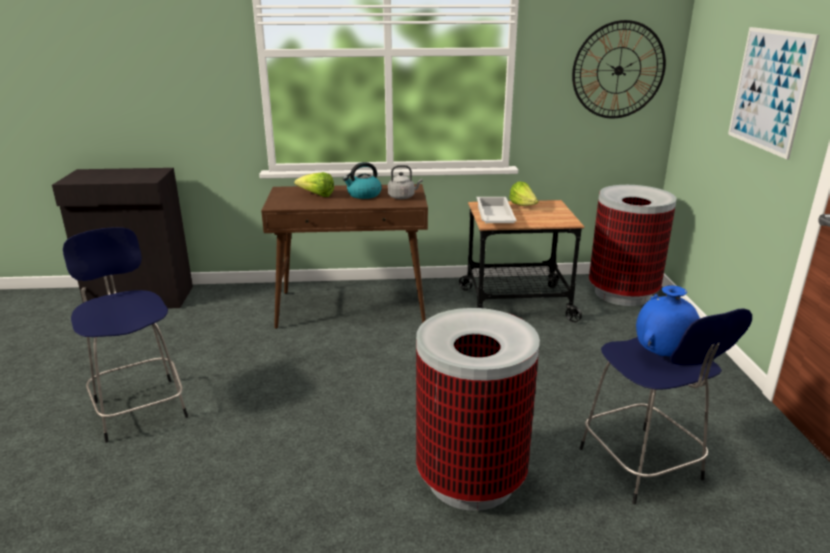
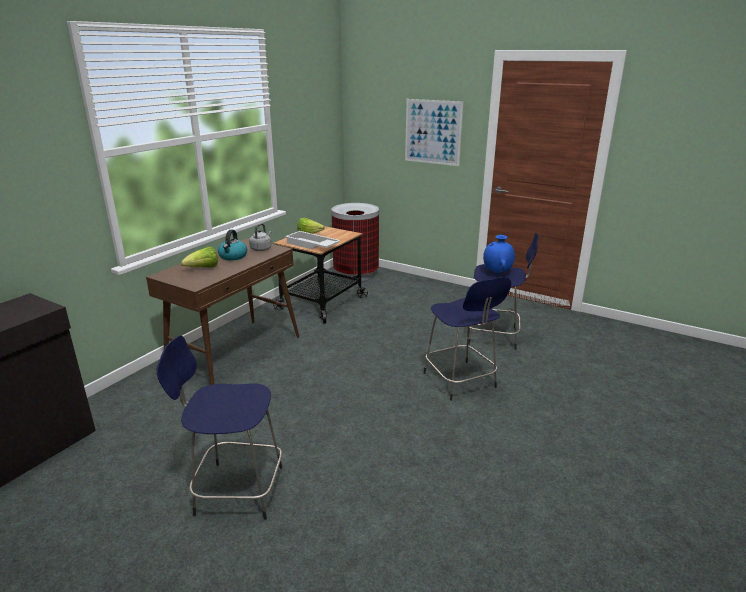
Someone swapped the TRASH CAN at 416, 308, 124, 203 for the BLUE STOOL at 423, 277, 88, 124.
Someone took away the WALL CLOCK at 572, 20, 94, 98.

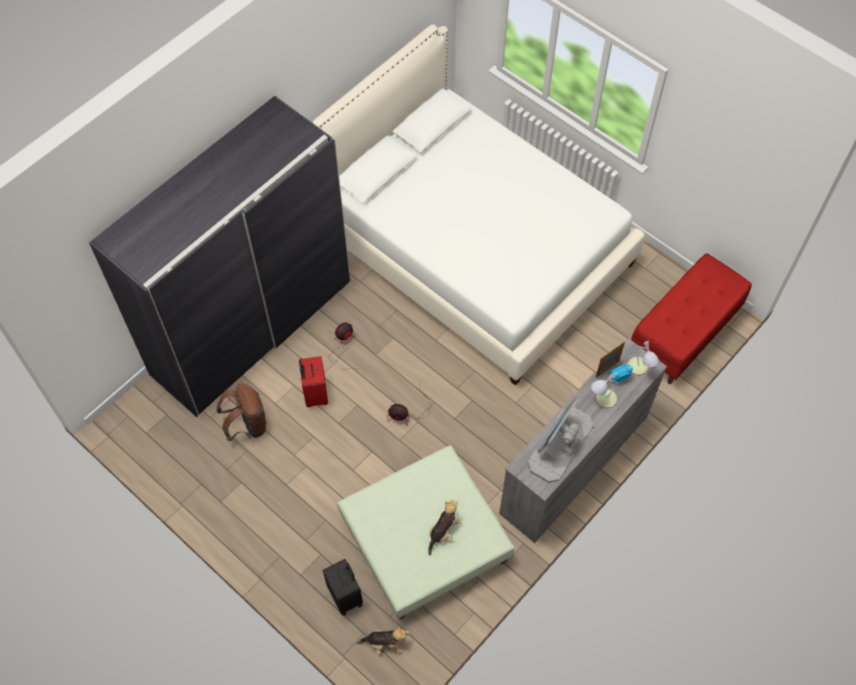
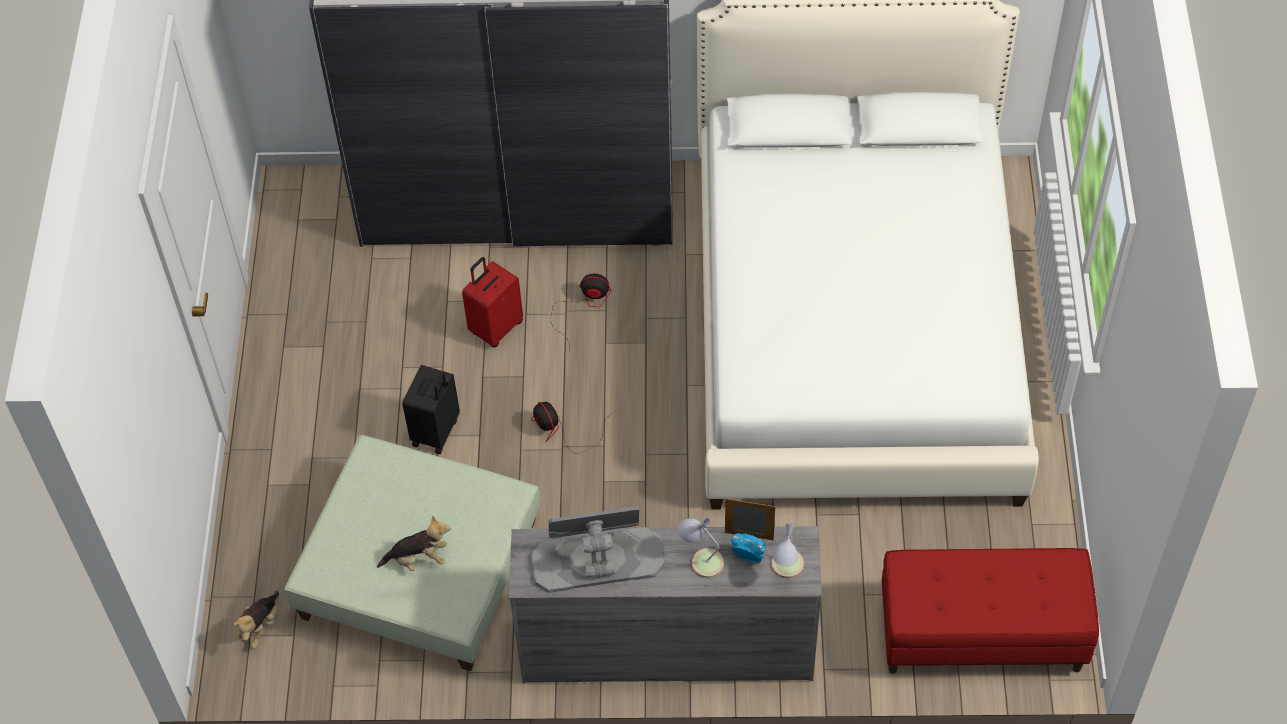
Someone took away the BROWN BACKPACK at 217, 383, 50, 59.
Someone carried the BLACK SUITCASE from 323, 559, 40, 57 to 402, 365, 58, 89.
Someone rotated the PLUSH TOY at 357, 626, 53, 29 by 60 degrees clockwise.

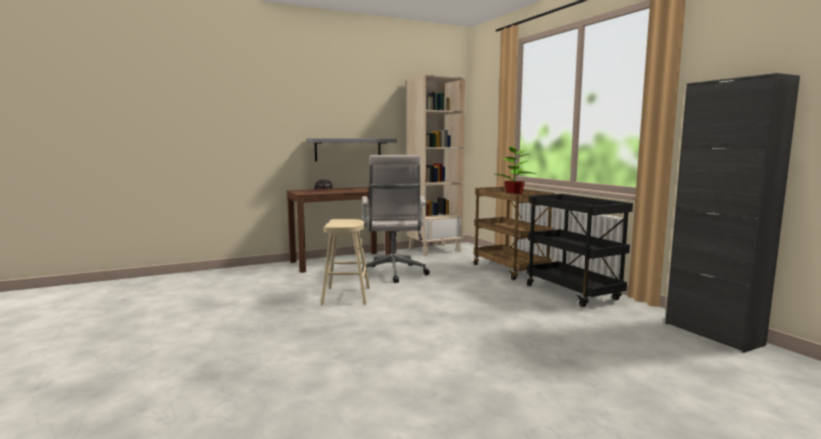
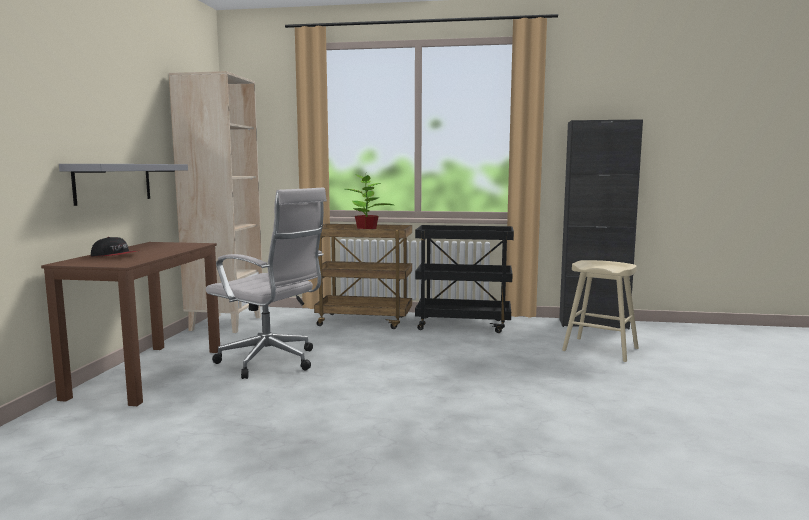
Someone carried the BEIGE STOOL from 321, 219, 49, 86 to 562, 260, 77, 102.

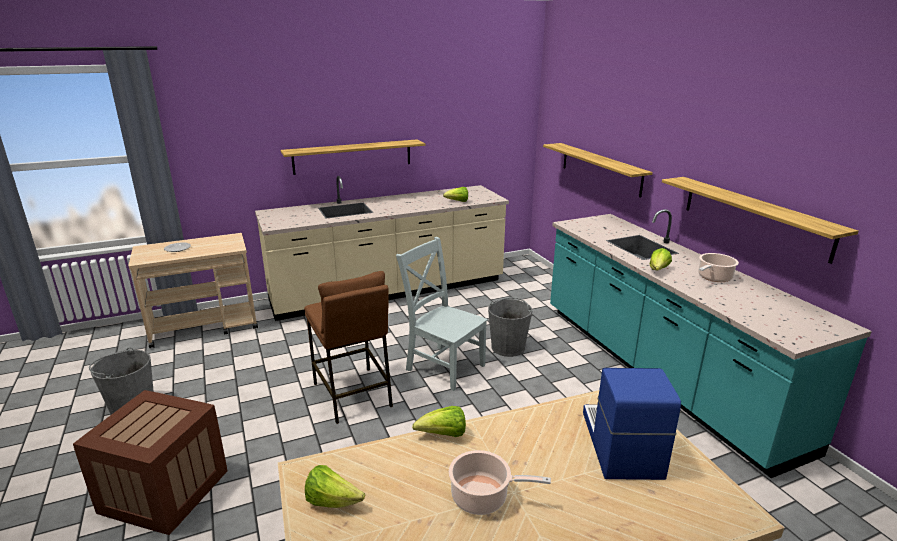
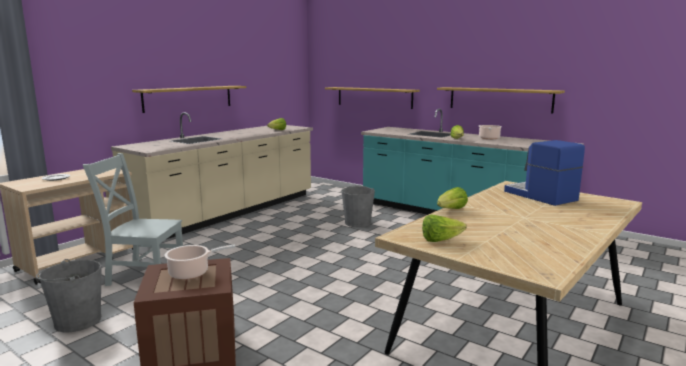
Someone took away the BROWN STOOL at 304, 271, 89, 153.
Someone carried the GREY CHAIR from 396, 237, 92, 154 to 83, 153, 100, 133.
Someone carried the COOKING POT from 449, 450, 102, 65 to 164, 244, 71, 36.

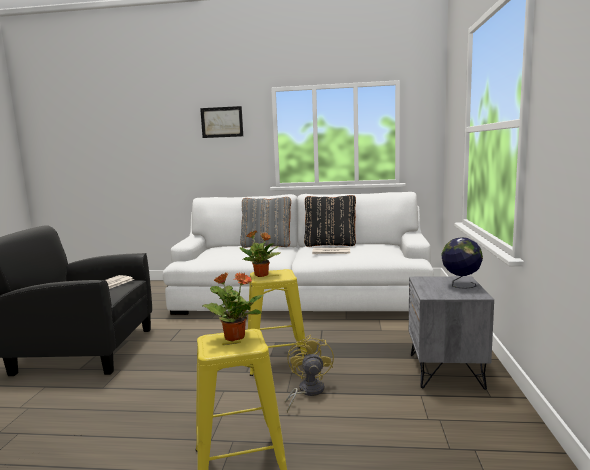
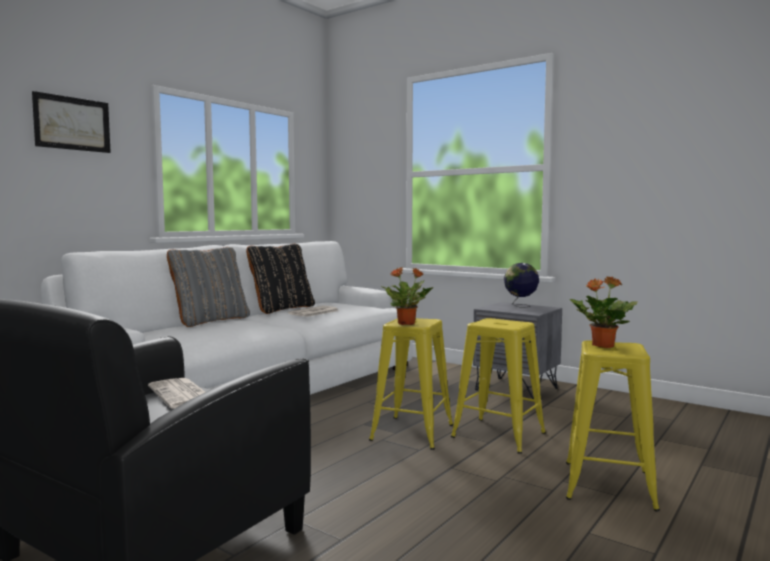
Someone swapped the YELLOW FAN at 285, 335, 49, 78 for the YELLOW STOOL at 451, 318, 95, 136.

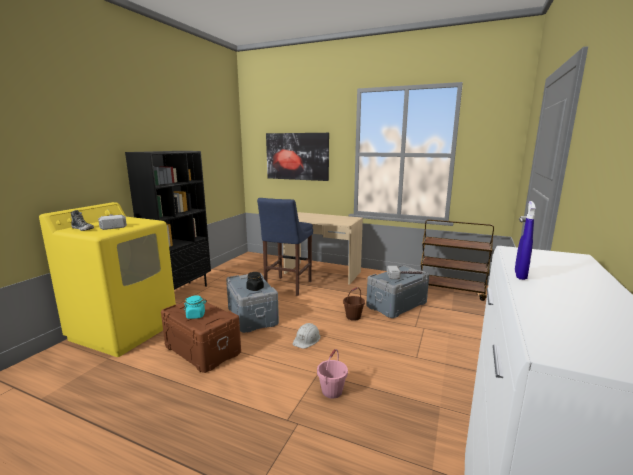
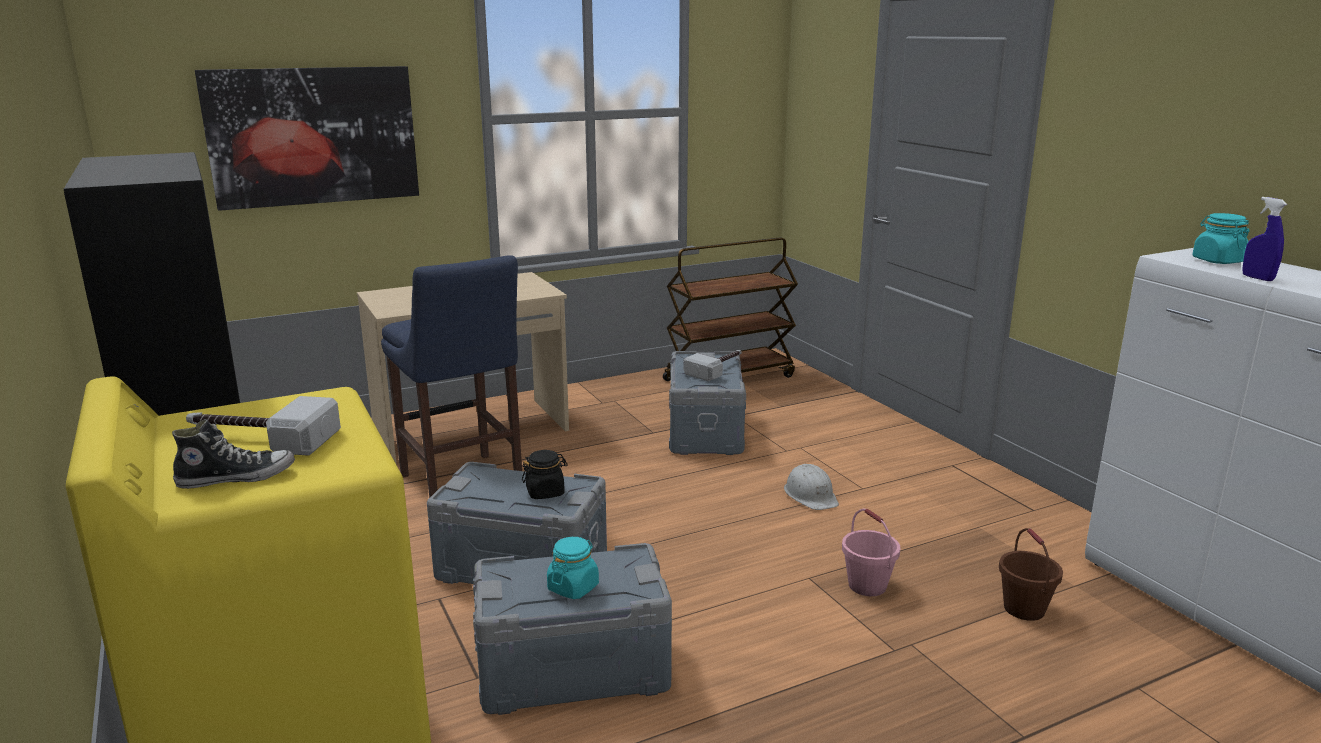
Someone repainted the BROWN STORAGE BOX at 161, 298, 80, 75, which became the GREY STORAGE BOX at 473, 543, 199, 172.
Someone carried the WHITE HARD HAT from 293, 323, 27, 26 to 784, 464, 55, 46.
Someone carried the BROWN BUCKET from 343, 287, 22, 34 to 999, 528, 64, 93.
Someone put down the TURQUOISE JAR at 1192, 213, 57, 51.

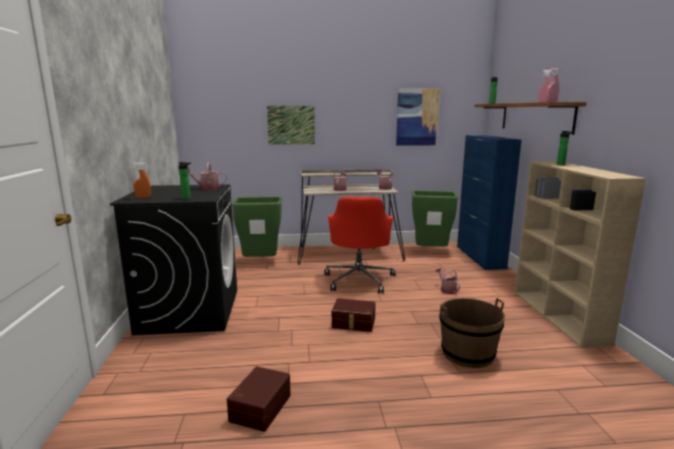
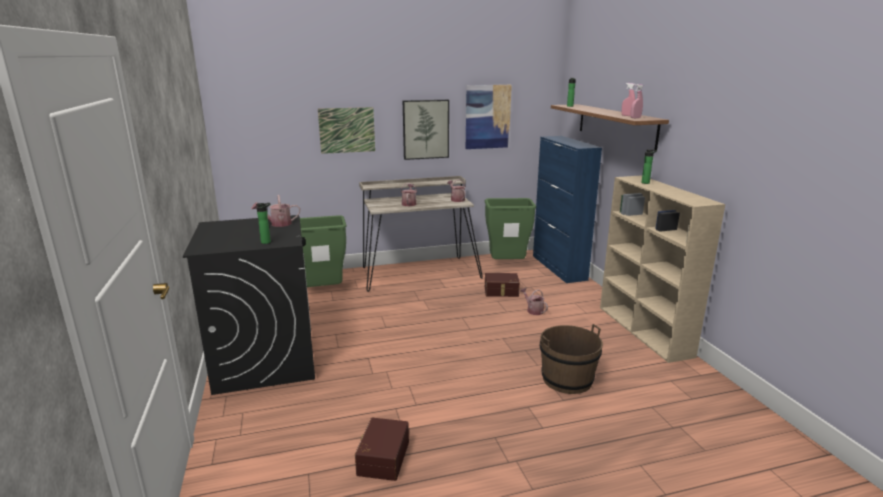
Someone took away the ORANGE SPRAY BOTTLE at 133, 162, 18, 36.
Someone took away the RED OFFICE CHAIR at 325, 197, 70, 96.
Someone carried the BROWN STORAGE BOX from 331, 298, 45, 34 to 485, 273, 35, 24.
Someone put up the PICTURE at 403, 100, 46, 60.

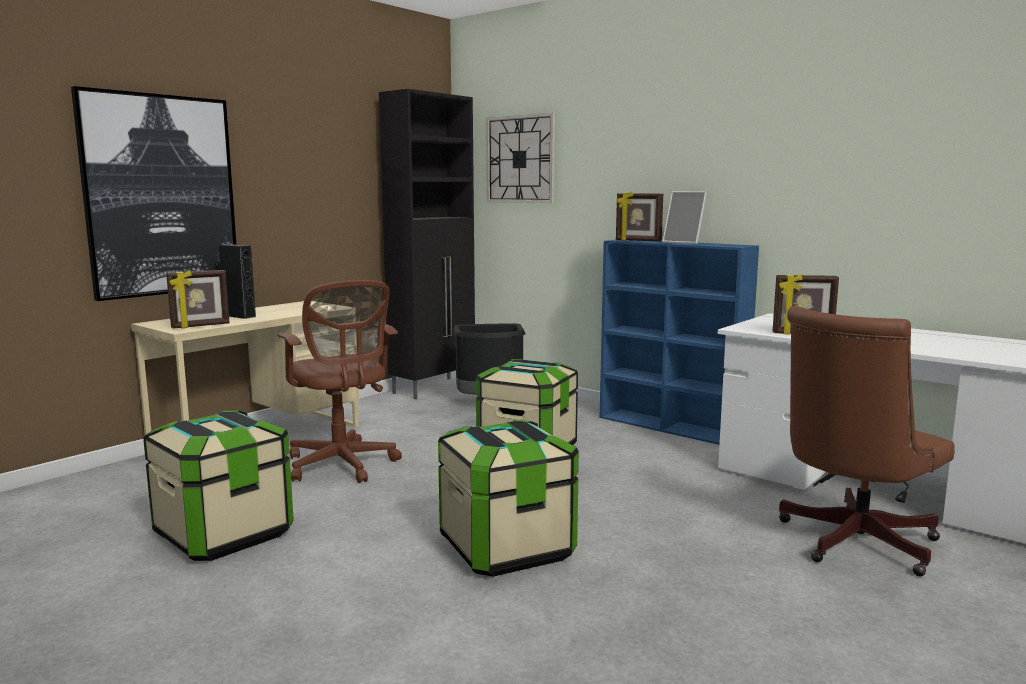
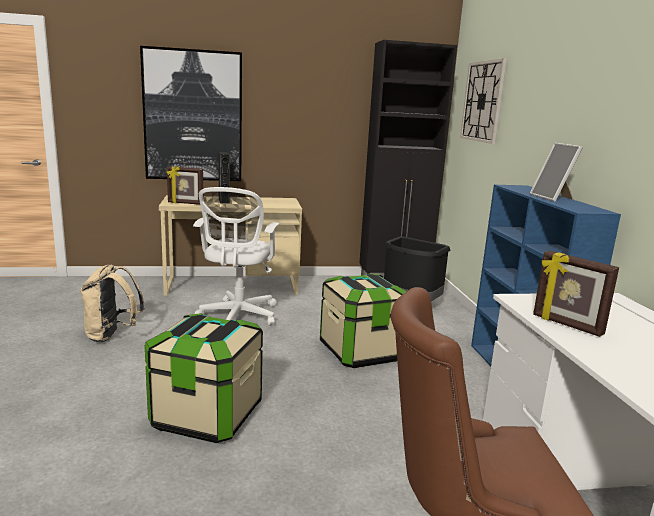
Someone swapped the STORAGE BOX at 143, 411, 151, 150 for the BEIGE BACKPACK at 80, 265, 65, 77.
Someone repainted the BROWN OFFICE CHAIR at 278, 280, 124, 203, which became the WHITE OFFICE CHAIR at 193, 187, 86, 139.
Someone took away the PICTURE FRAME at 616, 191, 47, 50.

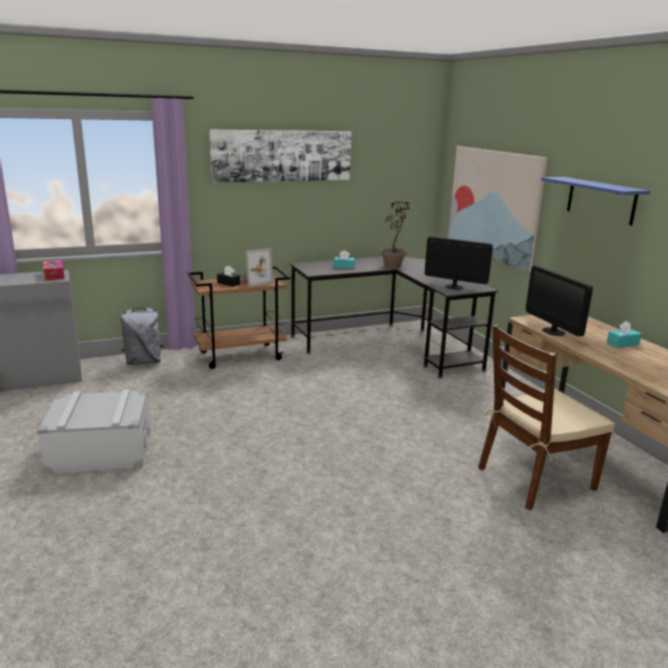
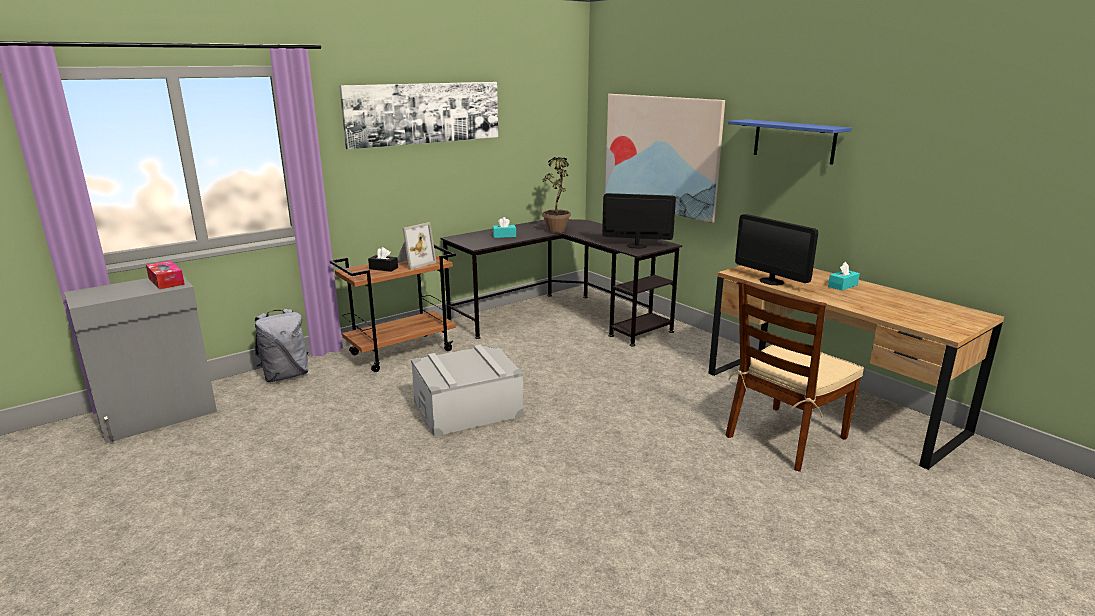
Someone carried the GREY STORAGE BOX from 37, 389, 114, 85 to 411, 344, 113, 93.

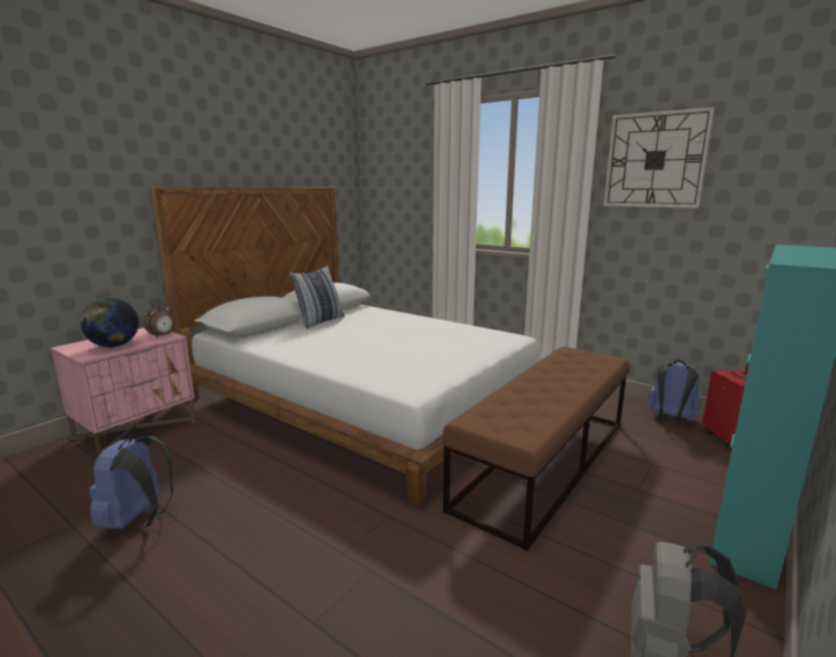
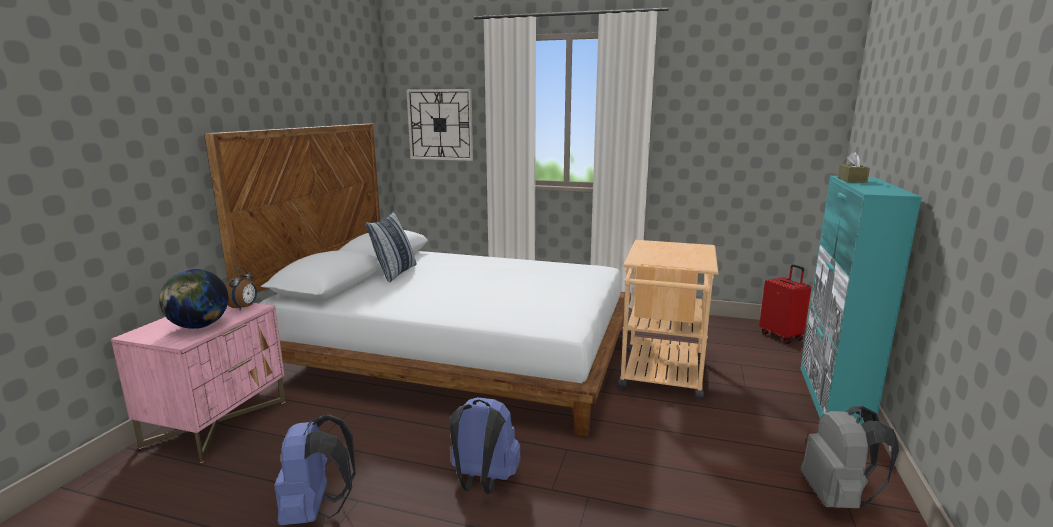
Someone swapped the BROWN BENCH at 442, 347, 188, 204 for the BEIGE CART at 618, 240, 100, 160.
Someone carried the WALL CLOCK from 604, 107, 111, 101 to 406, 89, 67, 72.
Someone carried the BLUE BACKPACK from 648, 360, 53, 66 to 449, 397, 71, 97.
Someone put down the BROWN TISSUE BOX at 838, 152, 32, 31.

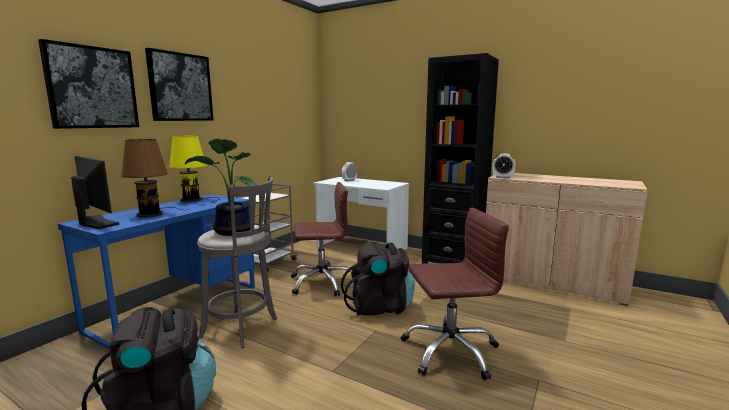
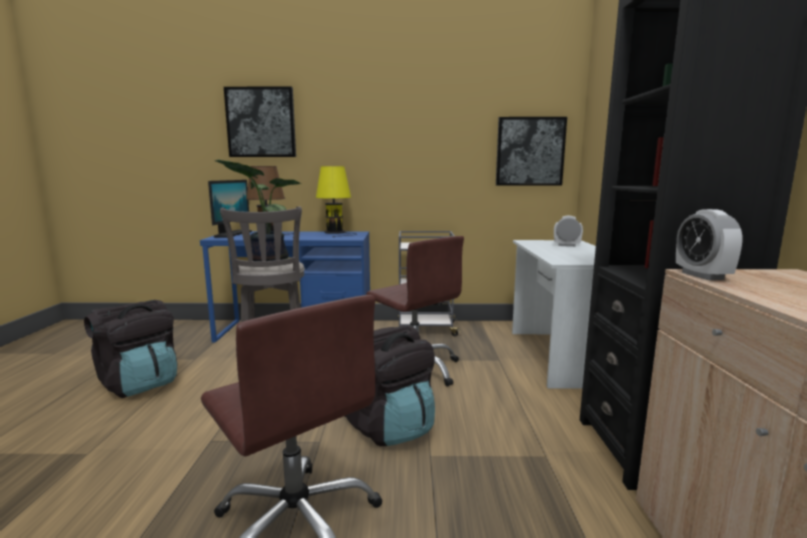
Someone carried the PICTURE from 145, 48, 69, 73 to 496, 117, 71, 69.

